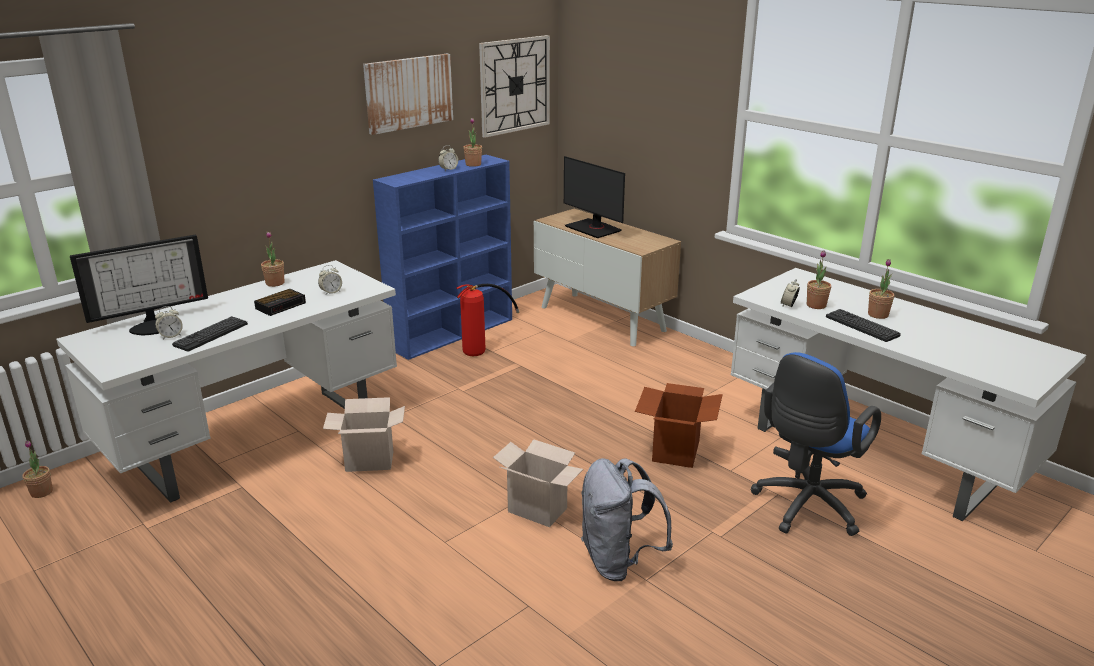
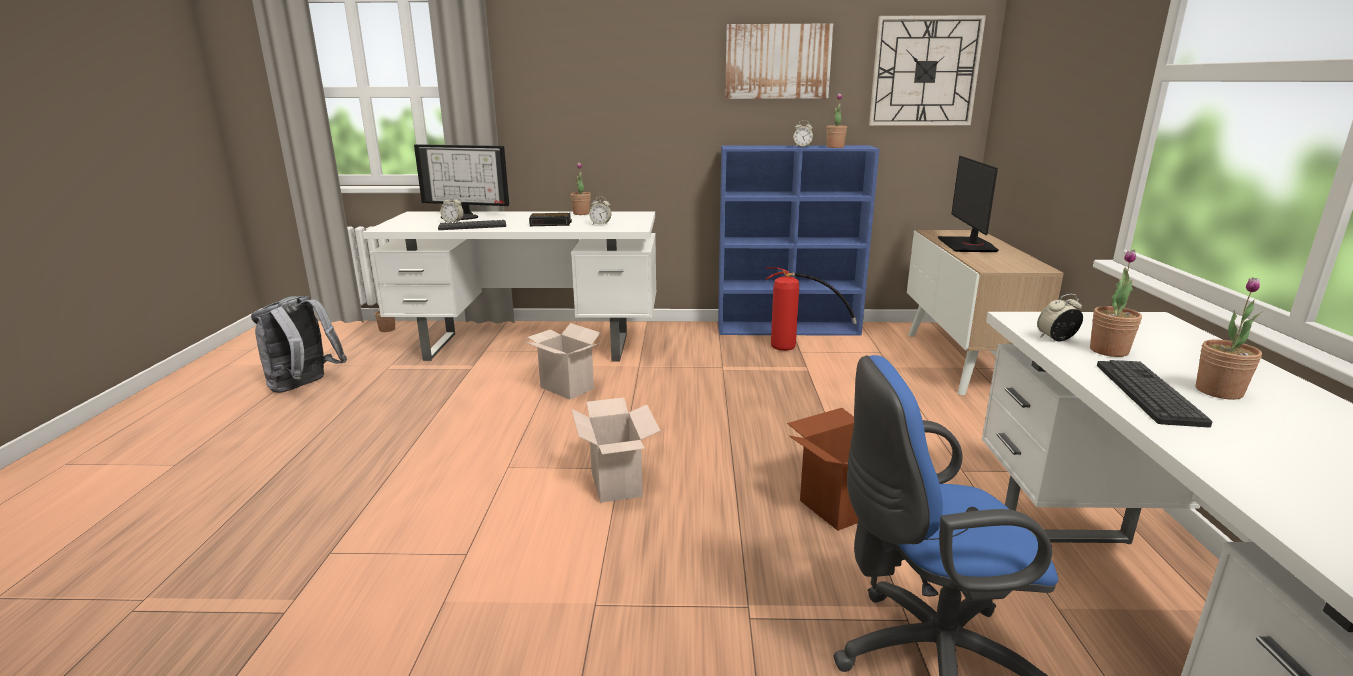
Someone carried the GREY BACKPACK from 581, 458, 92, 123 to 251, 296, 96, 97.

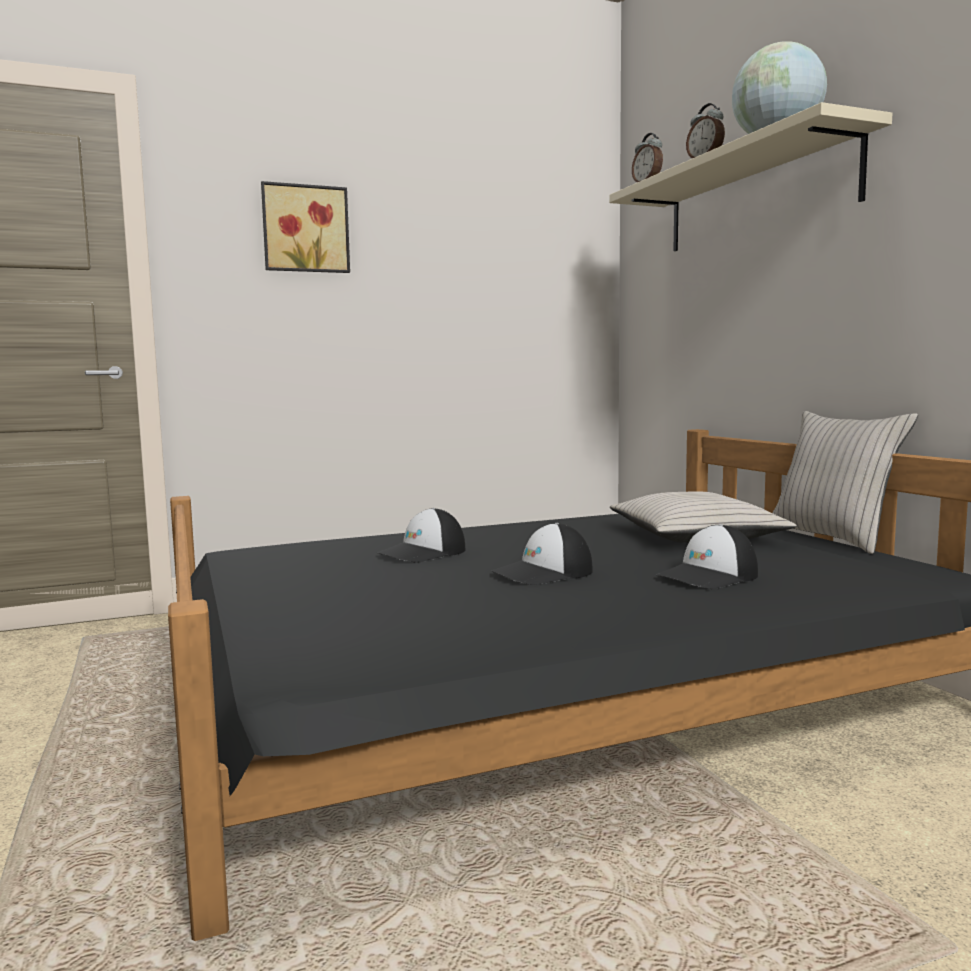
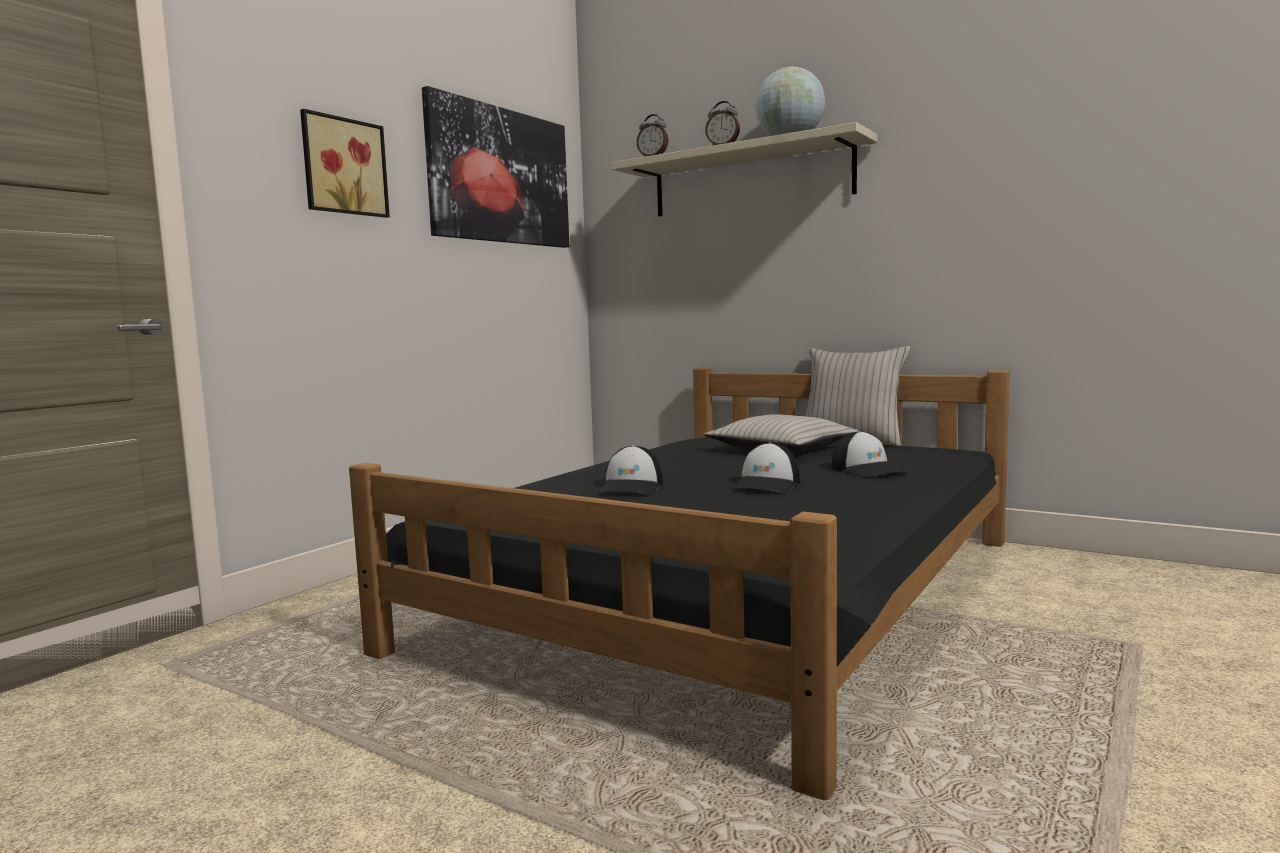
Someone rotated the CAP at 656, 524, 102, 65 by 45 degrees counterclockwise.
Someone put up the PICTURE at 422, 86, 148, 162.

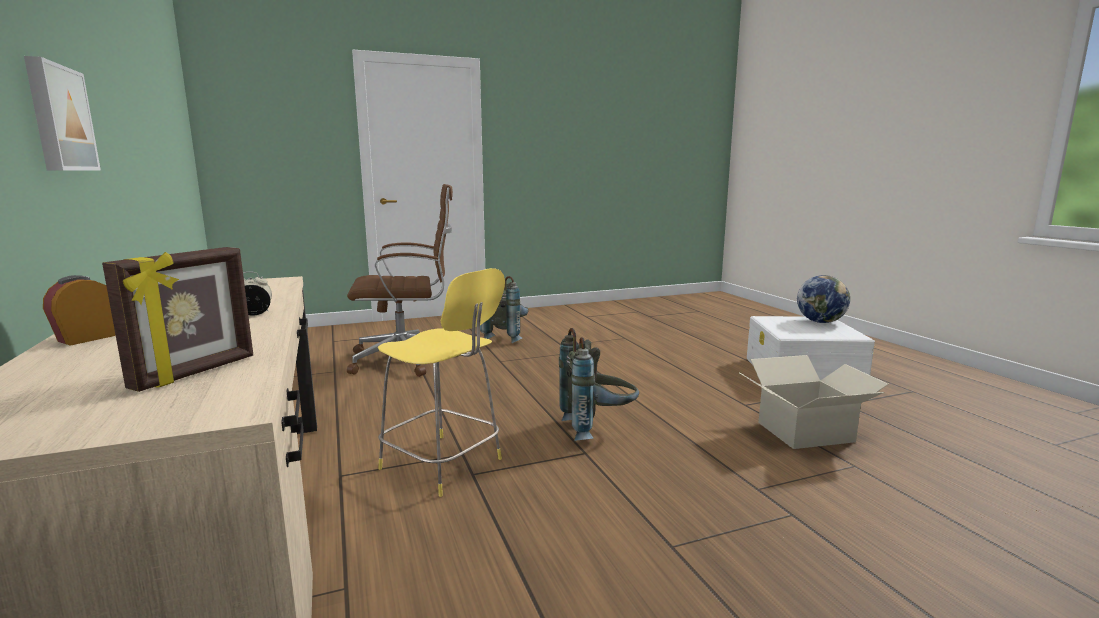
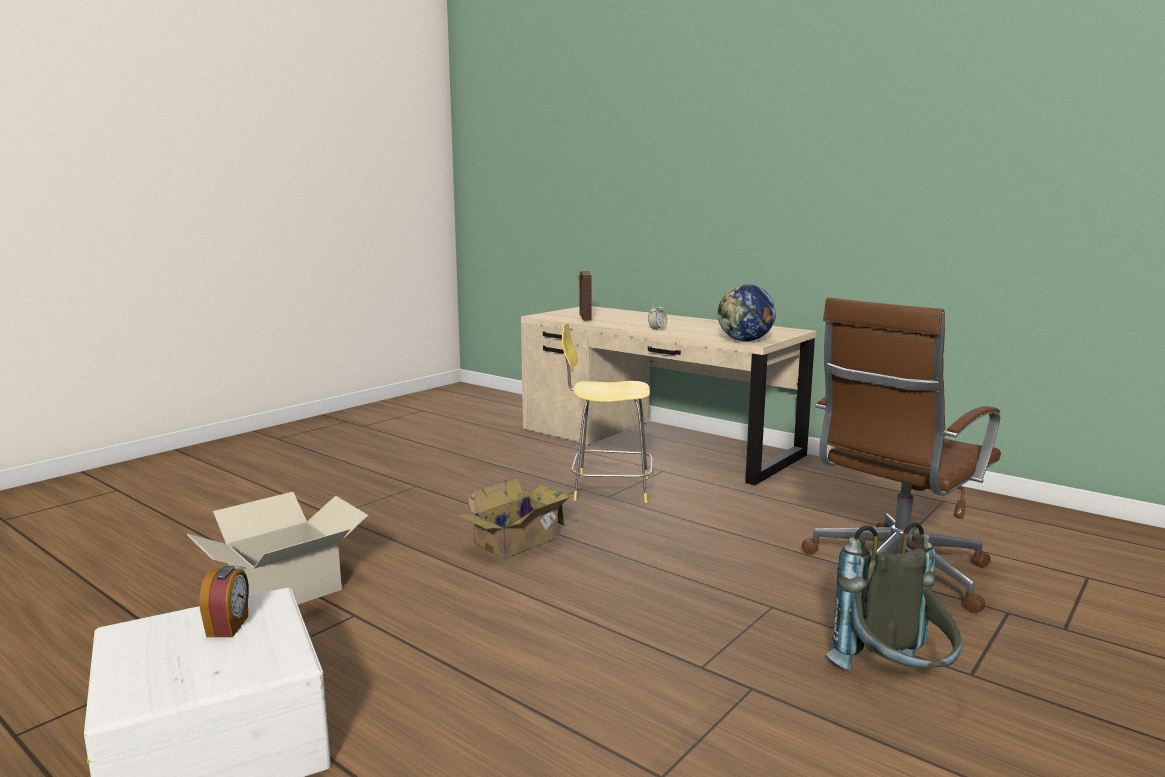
Someone took away the PICTURE at 24, 56, 77, 115.
Someone carried the ALARM CLOCK from 43, 275, 73, 71 to 199, 566, 50, 71.
Someone swapped the GREY BACKPACK at 559, 328, 80, 113 for the CARDBOARD BOX at 457, 477, 120, 82.
Someone carried the GLOBE from 797, 275, 53, 48 to 718, 284, 58, 57.

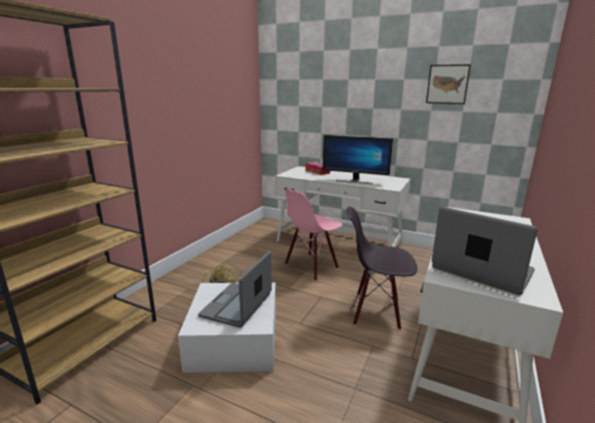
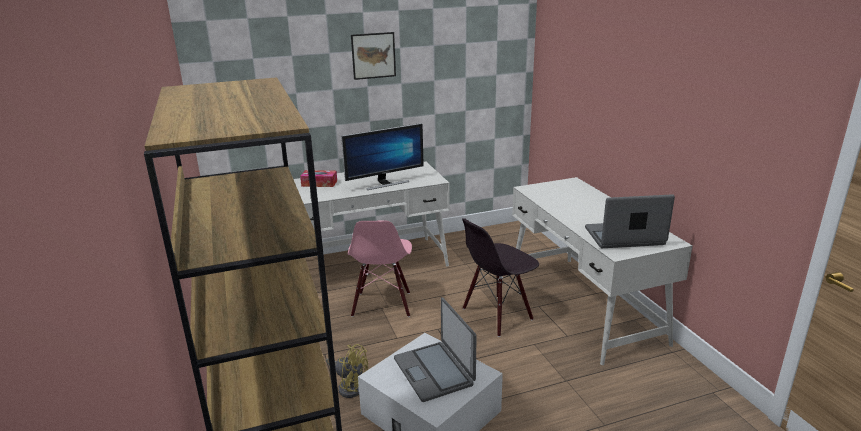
Someone carried the PICTURE from 426, 64, 45, 40 to 351, 32, 45, 48.

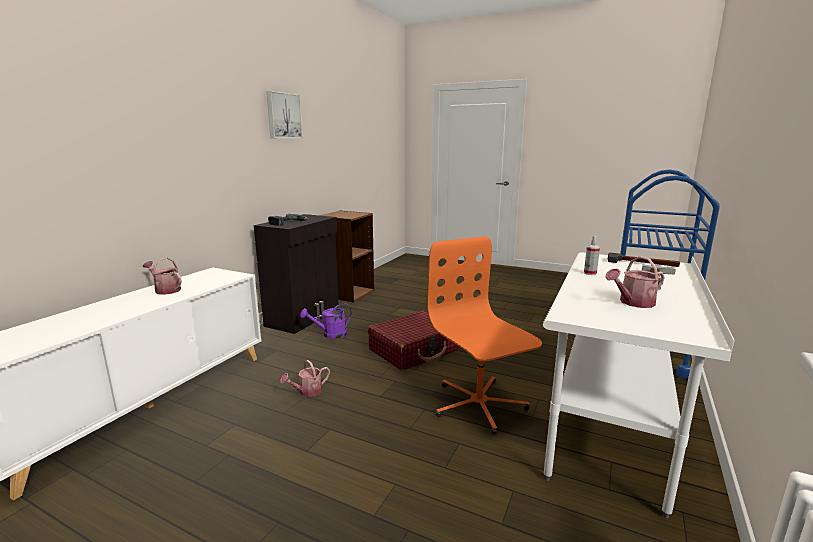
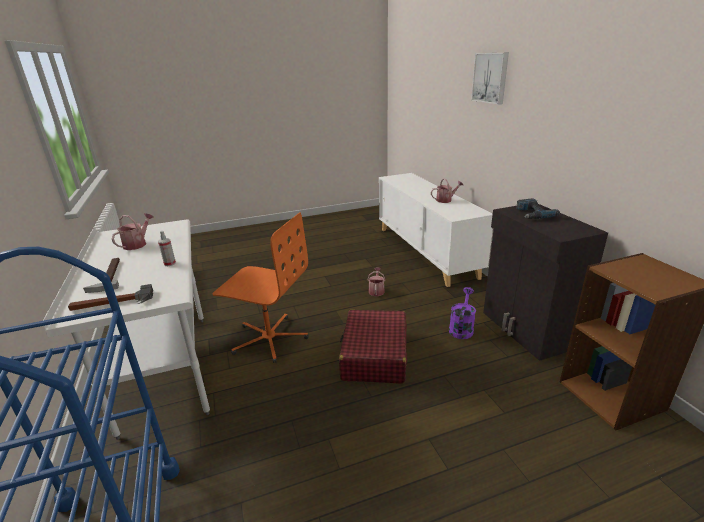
Someone carried the PICTURE from 266, 91, 37, 47 to 471, 53, 38, 51.

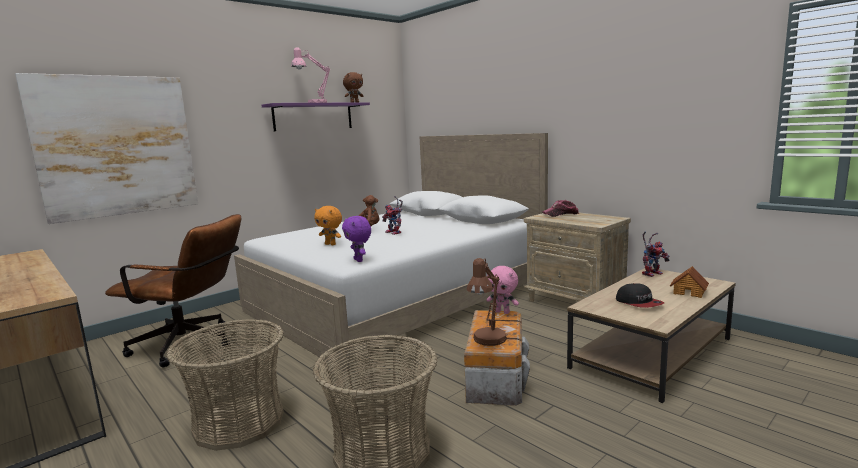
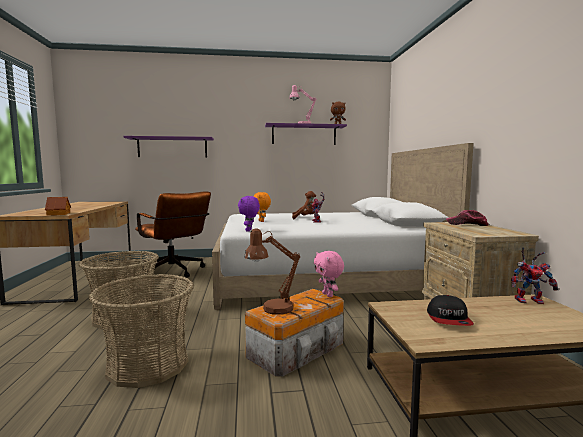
Someone swapped the PICTURE at 15, 73, 183, 151 for the PURPLE SHELF at 123, 136, 91, 21.
Someone carried the TOY HOUSE from 670, 266, 39, 32 to 45, 197, 26, 18.

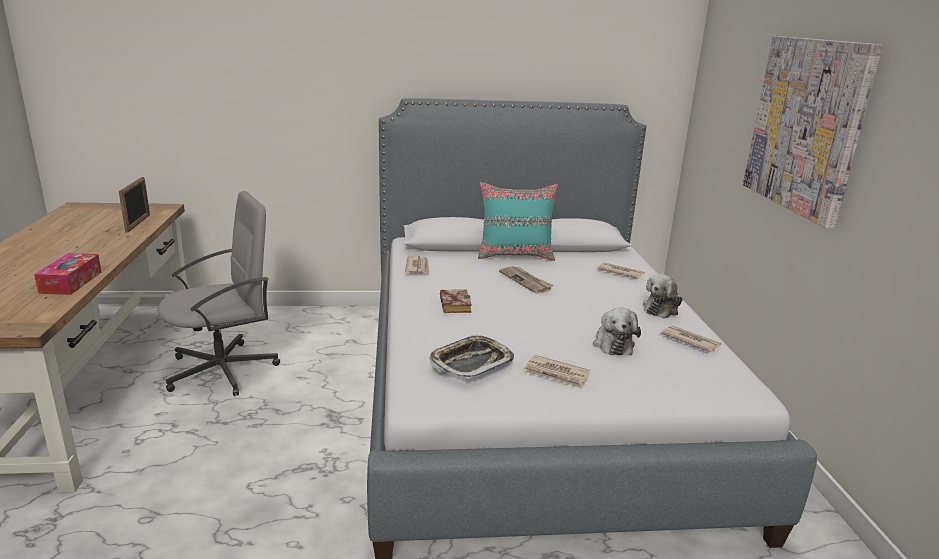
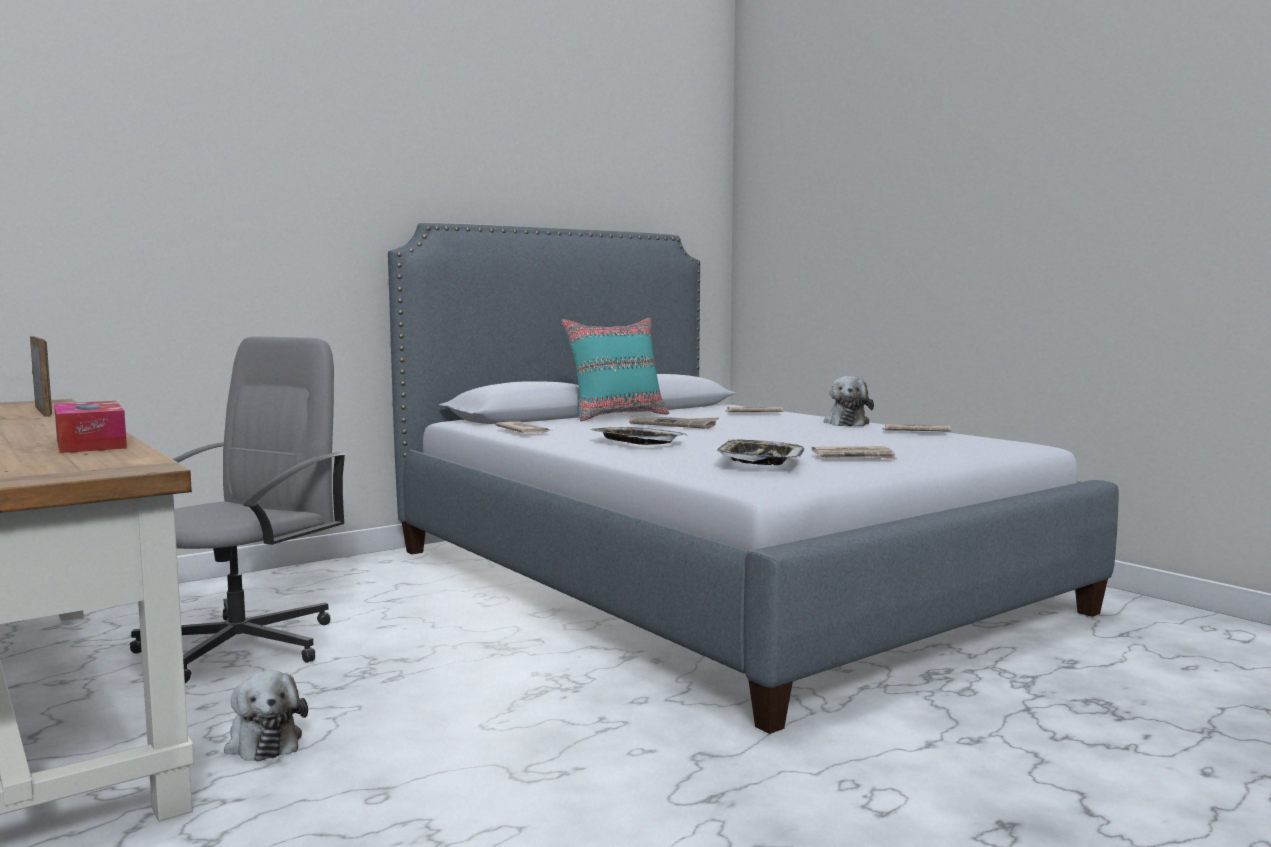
Someone swapped the BOOK at 440, 289, 32, 24 for the TRAY at 589, 427, 97, 18.
Someone carried the PLUSH TOY from 593, 307, 48, 49 to 224, 671, 84, 91.
Someone took away the PICTURE at 743, 36, 140, 193.

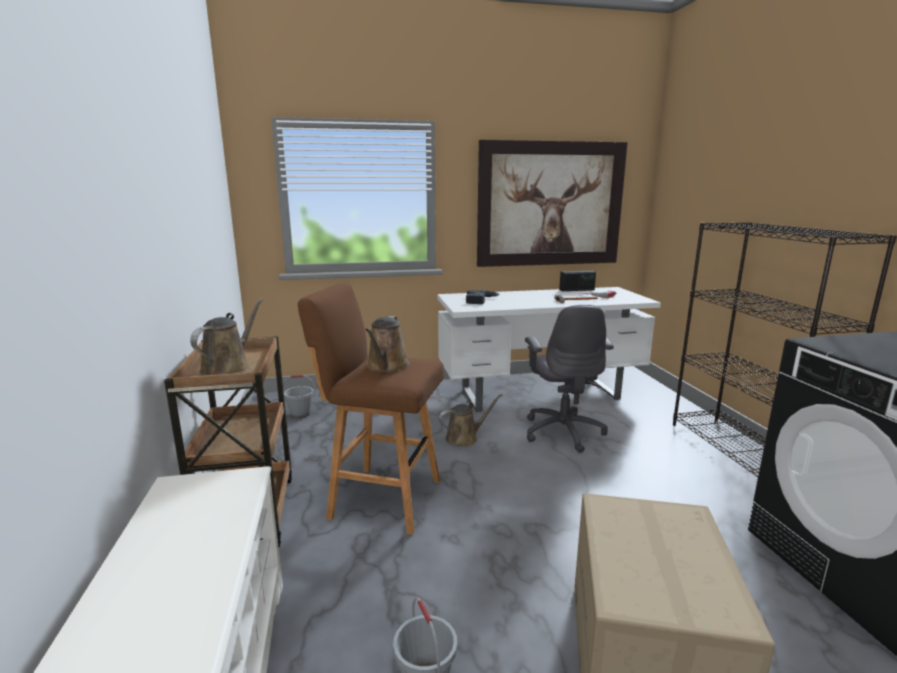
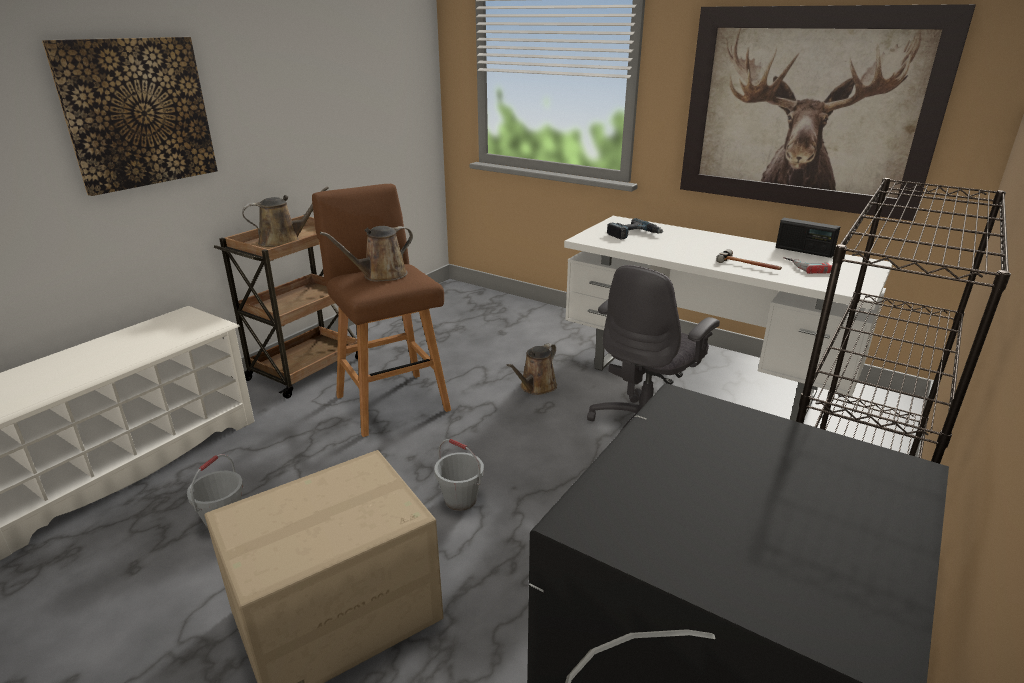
Someone carried the GREY BUCKET from 283, 375, 32, 43 to 434, 439, 50, 72.
Someone rotated the BROWN WATERING CAN at 439, 394, 63, 52 by 105 degrees clockwise.
Someone put up the PICTURE at 42, 37, 176, 159.

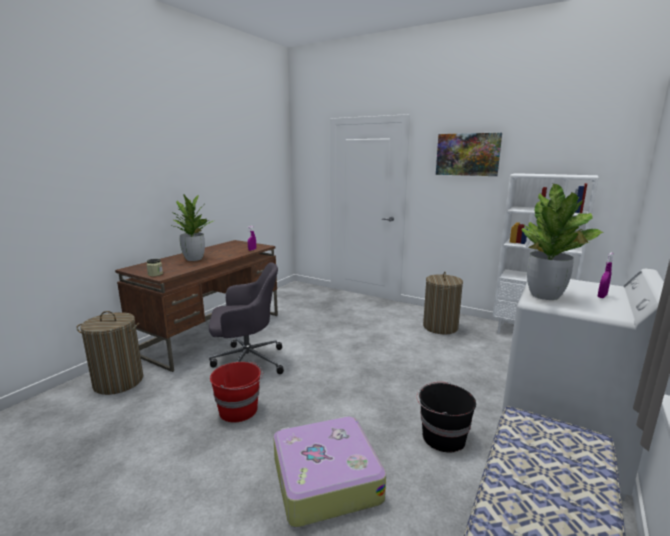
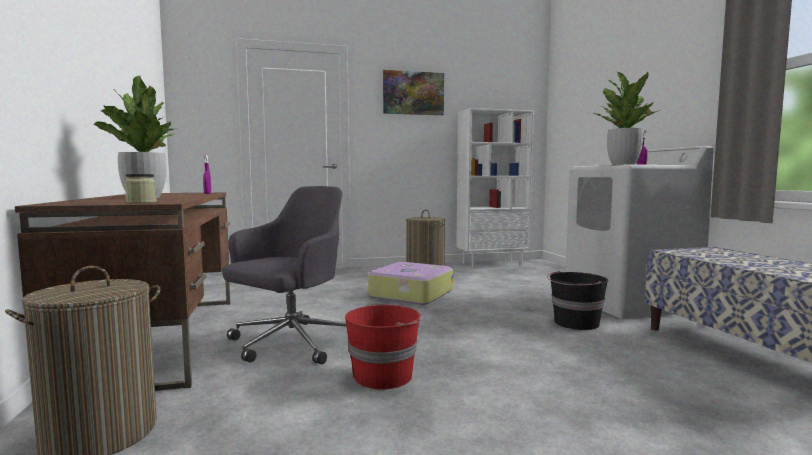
Someone carried the SUITCASE from 273, 416, 113, 111 to 368, 262, 85, 43.

